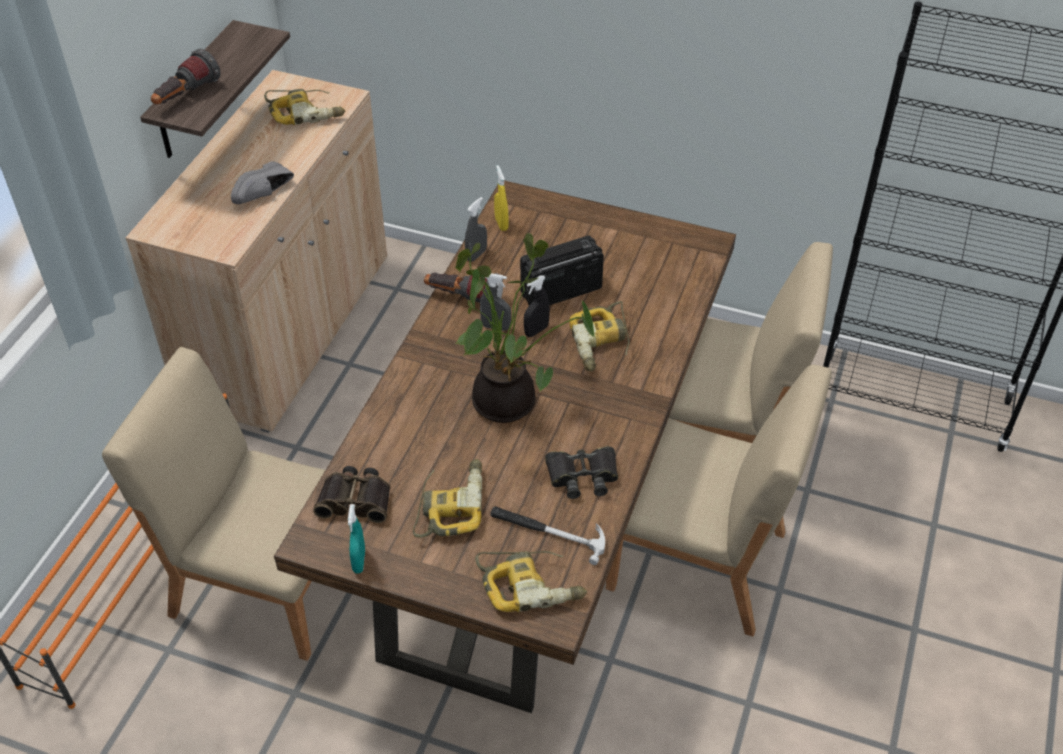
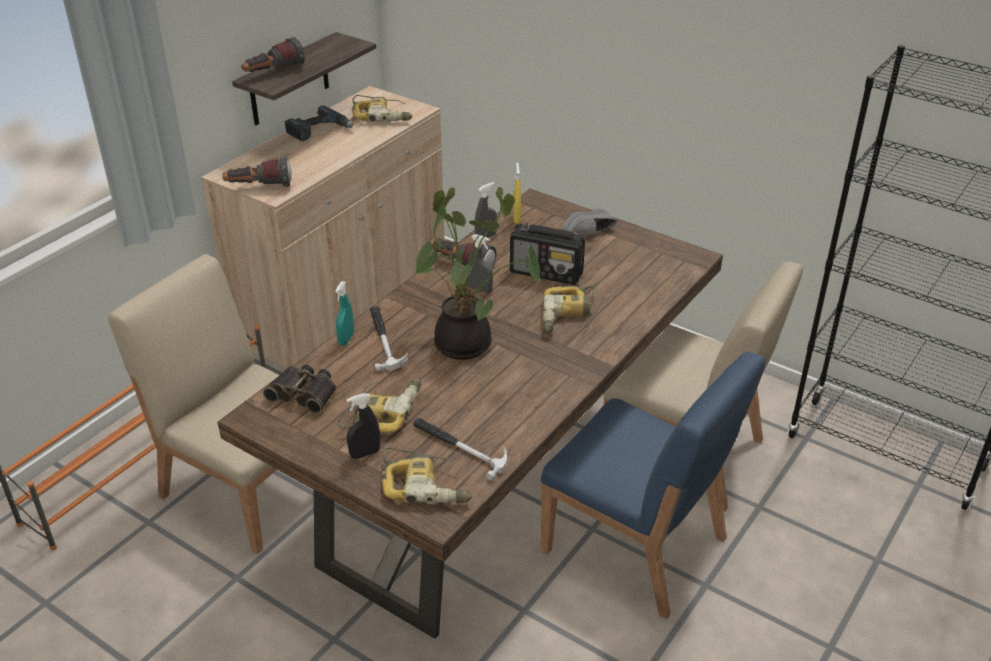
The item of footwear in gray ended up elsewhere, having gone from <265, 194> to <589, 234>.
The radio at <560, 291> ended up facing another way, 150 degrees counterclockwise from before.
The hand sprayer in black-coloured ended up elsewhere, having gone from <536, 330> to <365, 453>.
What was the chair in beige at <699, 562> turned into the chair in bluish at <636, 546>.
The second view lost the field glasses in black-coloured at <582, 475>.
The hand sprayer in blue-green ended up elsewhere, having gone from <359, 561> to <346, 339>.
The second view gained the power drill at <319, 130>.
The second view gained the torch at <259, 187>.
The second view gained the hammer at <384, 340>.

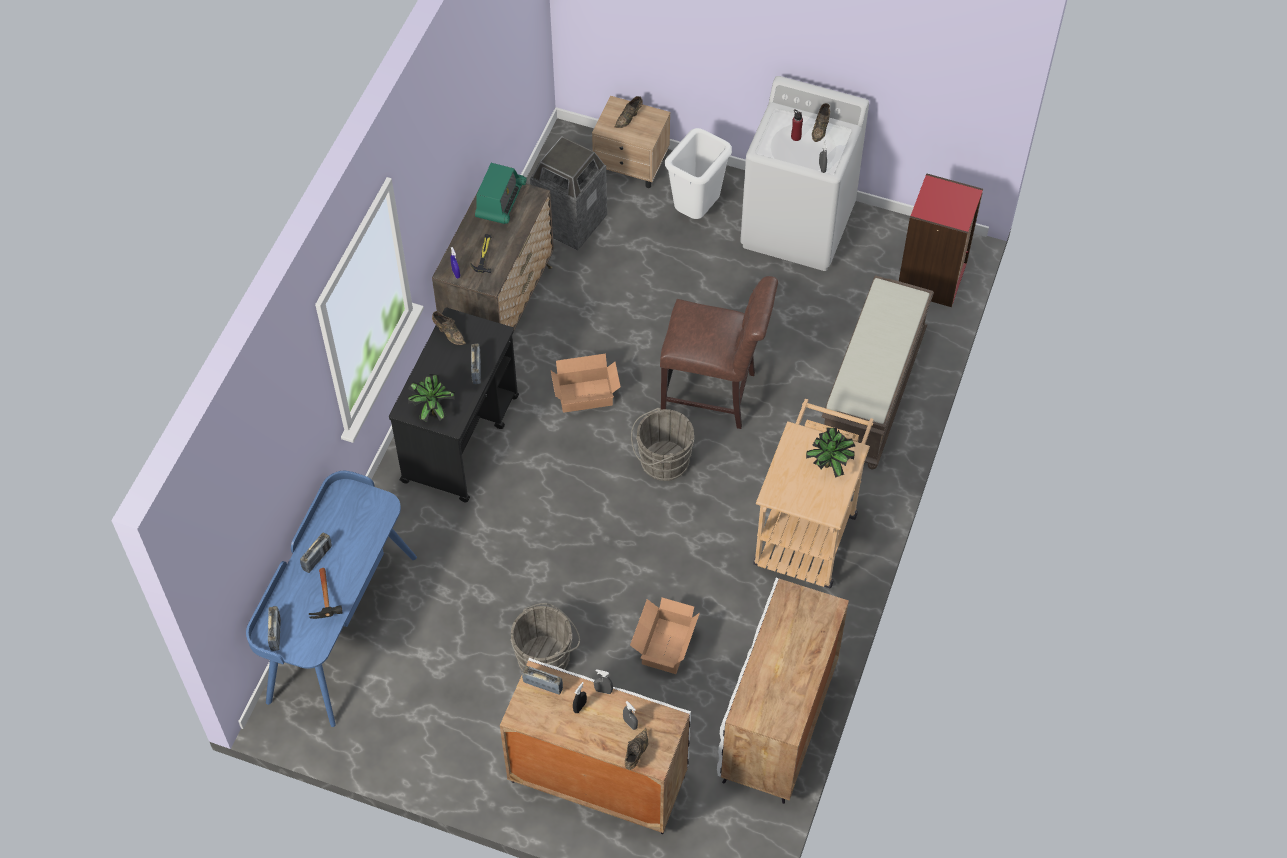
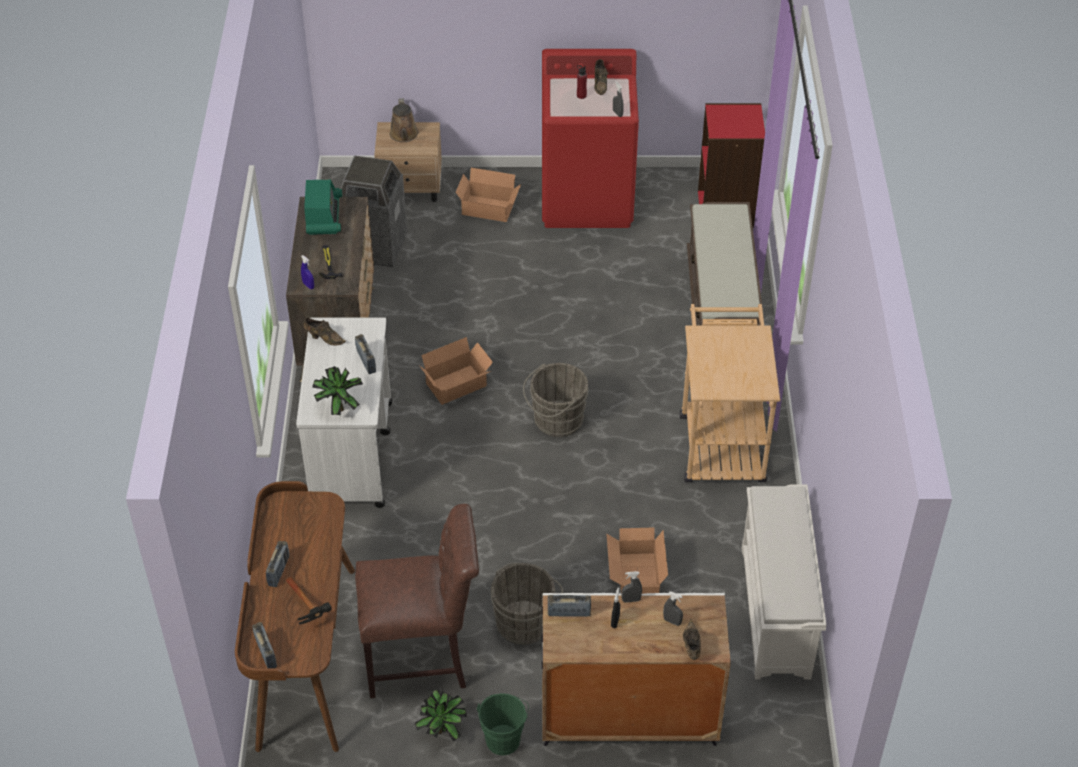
What was the washing machine in whitish at <798, 226> turned into the washing machine in red at <587, 199>.
Where the item of footwear in brown-coloured stood at <629, 118>, the watering can in brown-coloured came to stand at <404, 135>.
Where the rubbish bin in whitish stood at <696, 212>, the cardboard box came to stand at <488, 210>.
The chair in brown-coloured ended up elsewhere, having gone from <714, 395> to <422, 659>.
What was the cart in black-coloured at <461, 437> turned into the cart in whitish at <351, 453>.
The houseplant ended up elsewhere, having gone from <830, 466> to <443, 731>.
What was the desk unit in bluish at <341, 627> turned into the desk unit in brown-coloured at <304, 656>.
Where the storage cabinet in whitish stood at <778, 724>, the shoe shelf in whitish came to stand at <776, 613>.
The second view gained the water bucket in green-coloured at <504, 737>.

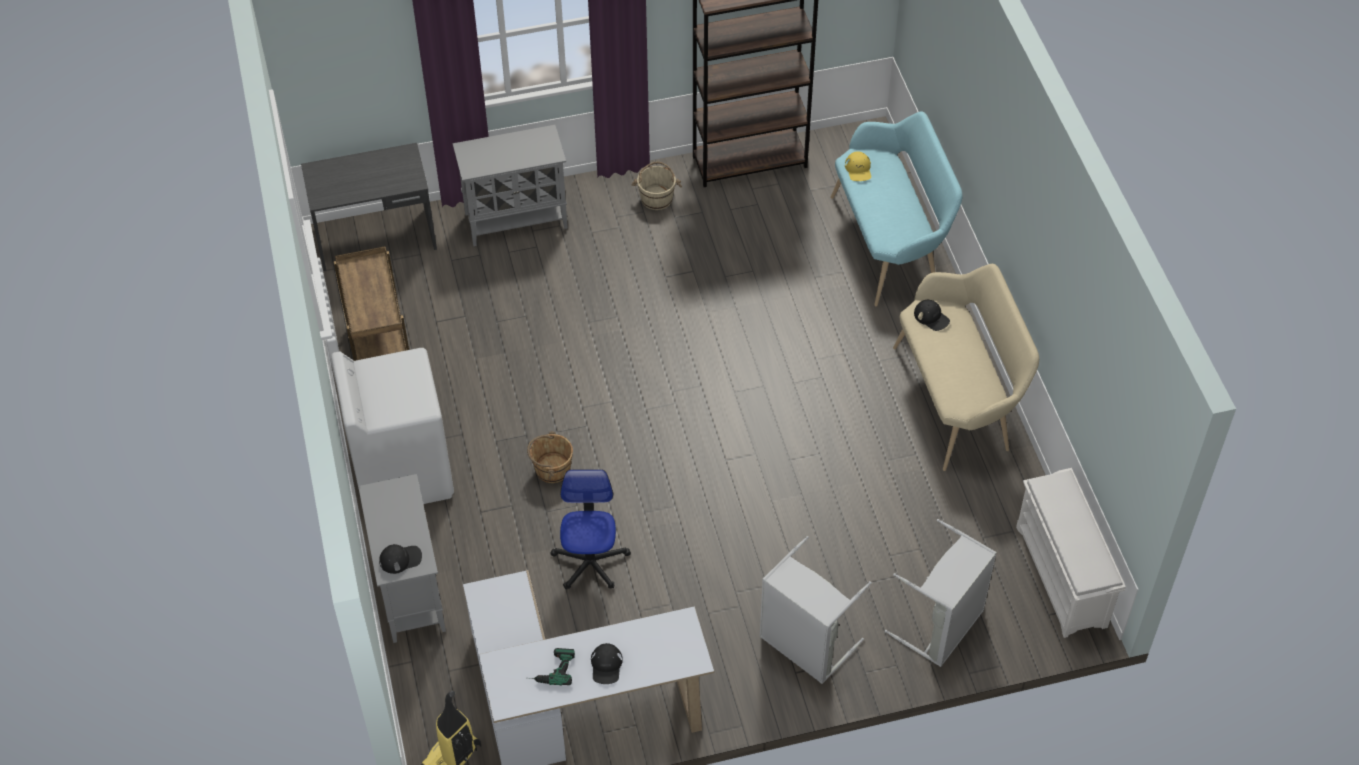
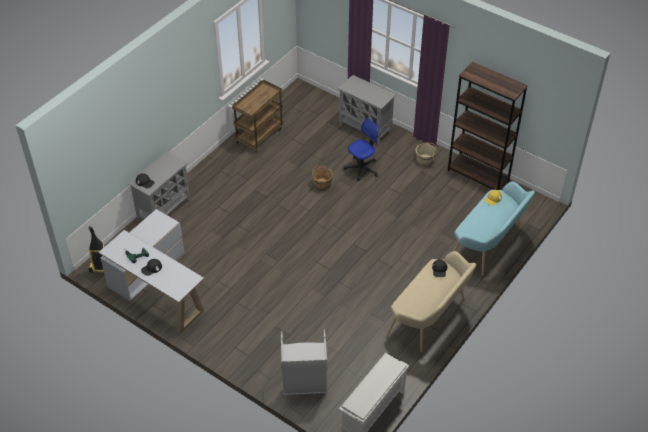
The second view lost the desk unit in gray at <376, 239>.
The second view lost the washing machine in whitish at <402, 472>.
The water bucket in brown-coloured ended up elsewhere, having gone from <552, 469> to <322, 184>.
The computer chair ended up elsewhere, having gone from <590, 562> to <362, 168>.
The second view lost the laundry basket in gray at <804, 645>.

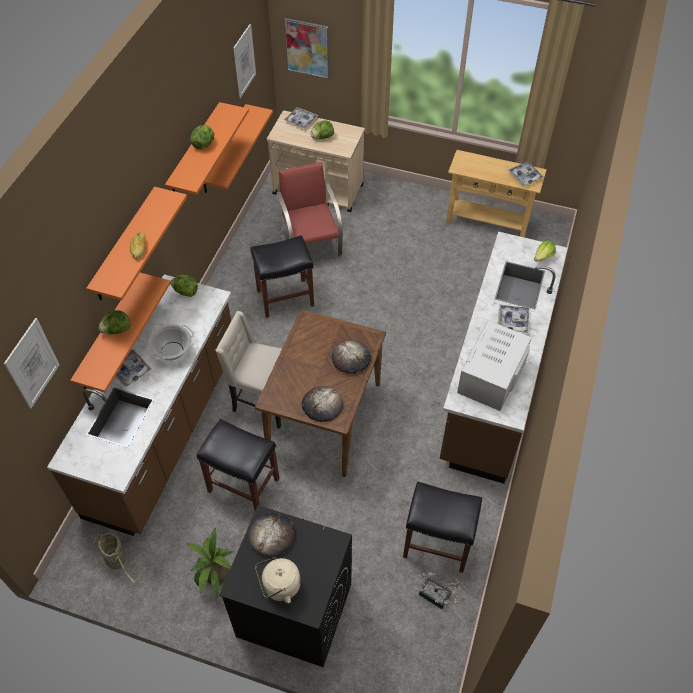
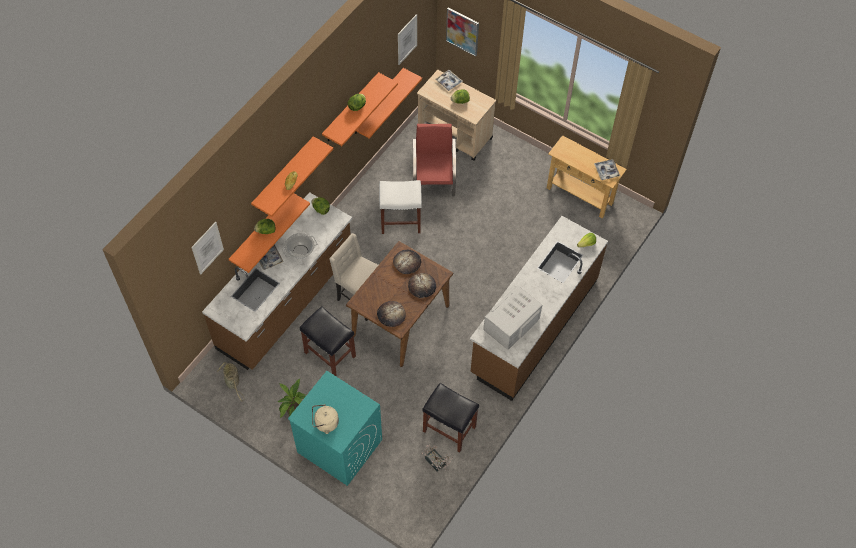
What was the stool seat in black-coloured at <286, 297> turned into the stool seat in whitish at <401, 221>.
The second view lost the carrying tray at <512, 321>.
What was the washing machine in black-coloured at <293, 610> turned into the washing machine in blue-green at <339, 445>.
The bakery bread ended up elsewhere, having gone from <272, 535> to <407, 262>.

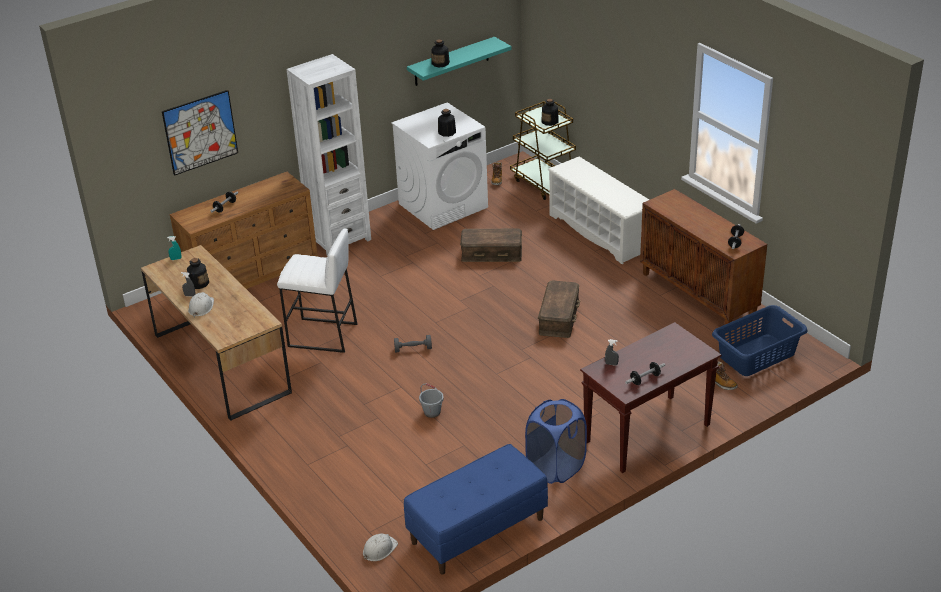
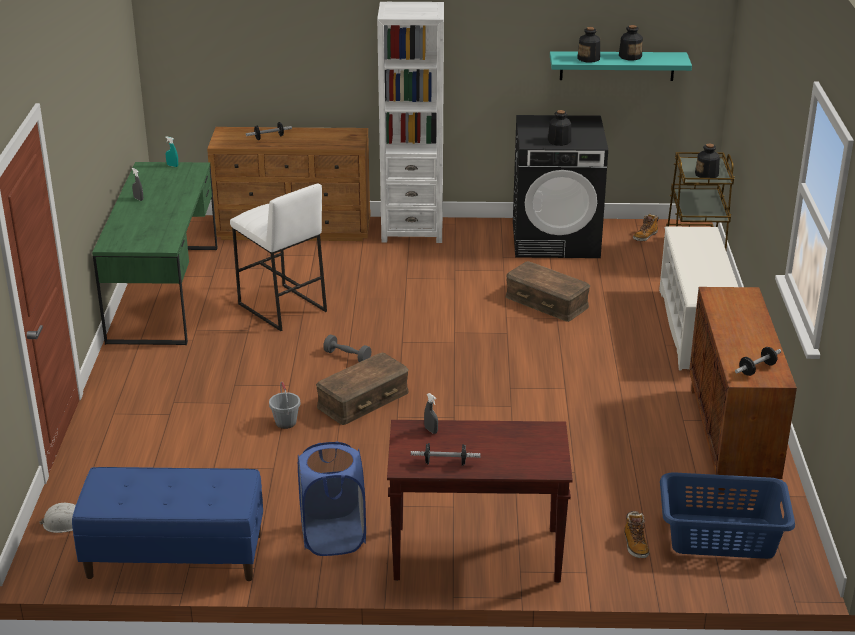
The second view lost the wall art at <200, 132>.
What was the washing machine in whitish at <443, 205> turned into the washing machine in black-coloured at <556, 239>.
What was the desk unit in brown-coloured at <221, 363> turned into the desk unit in green-coloured at <164, 293>.
The beverage bottle ended up elsewhere, having gone from <199, 283> to <630, 56>.
The storage bin in brown-coloured ended up elsewhere, having gone from <559, 317> to <363, 400>.
The second view lost the work helmet in whitish at <201, 307>.

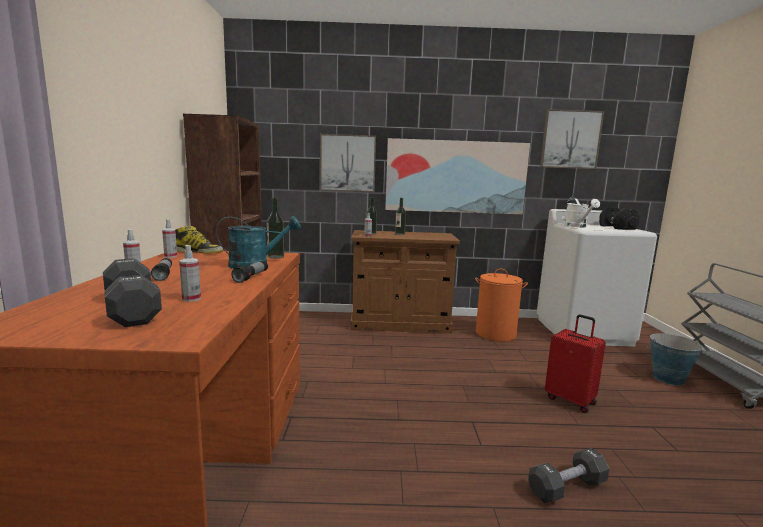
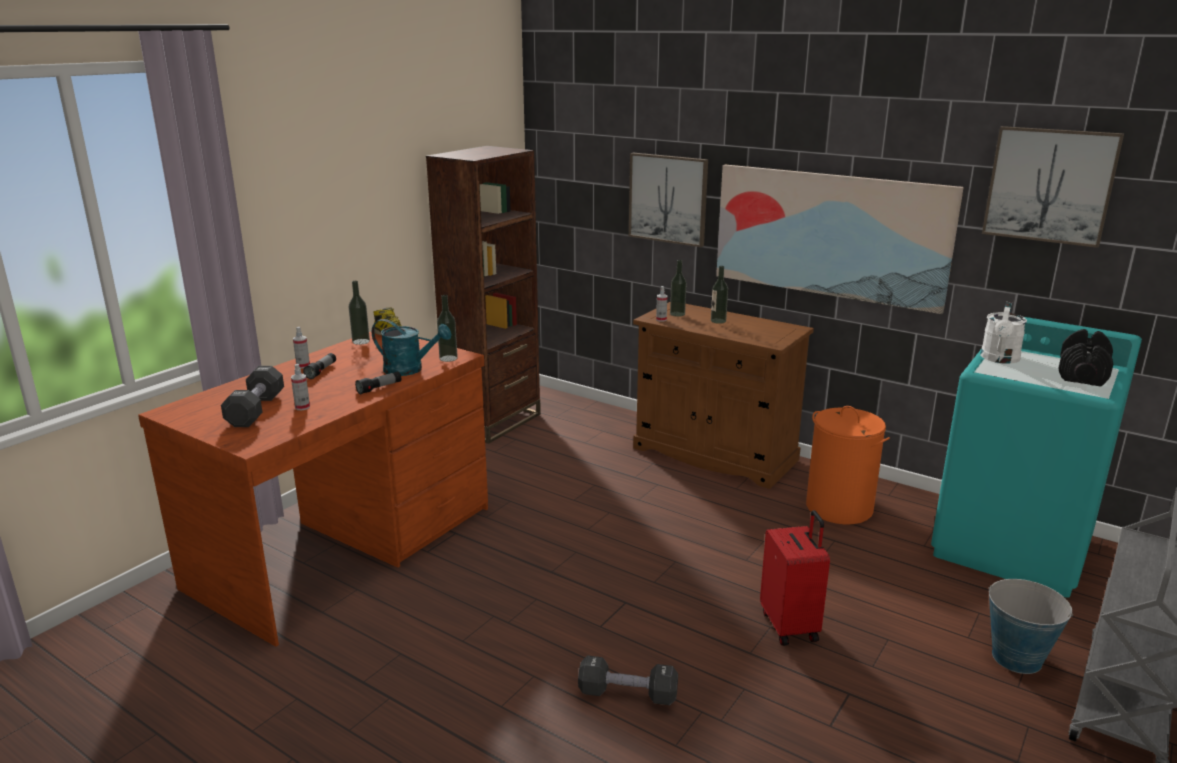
What was the washing machine in whitish at <583, 331> turned into the washing machine in blue-green at <1012, 547>.
Where the hand sprayer stood at <170, 256>, the beverage bottle came to stand at <361, 341>.

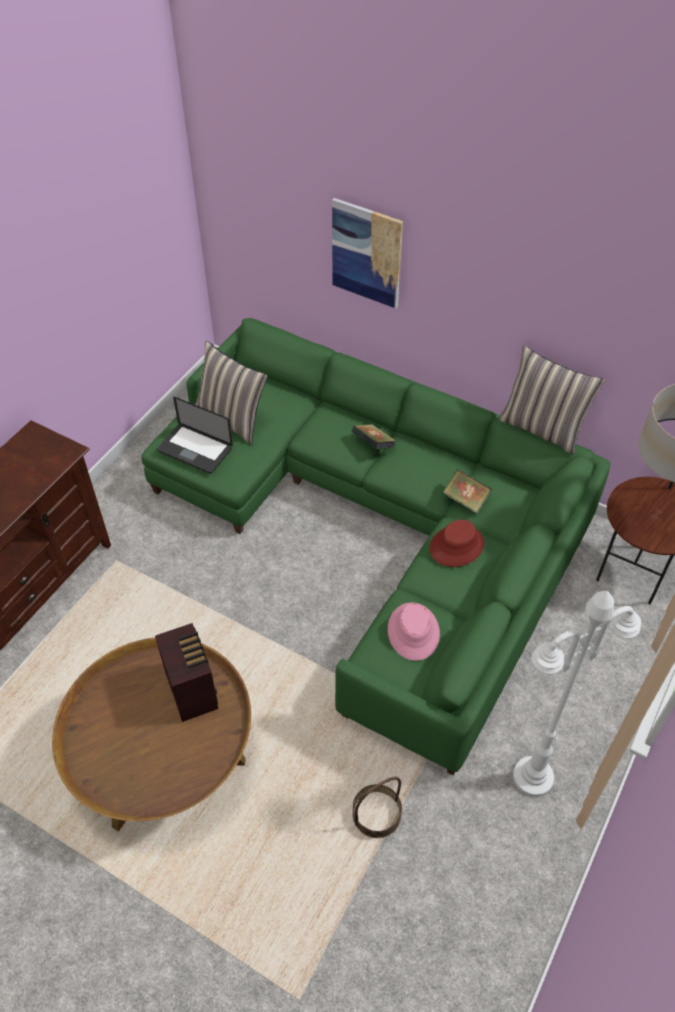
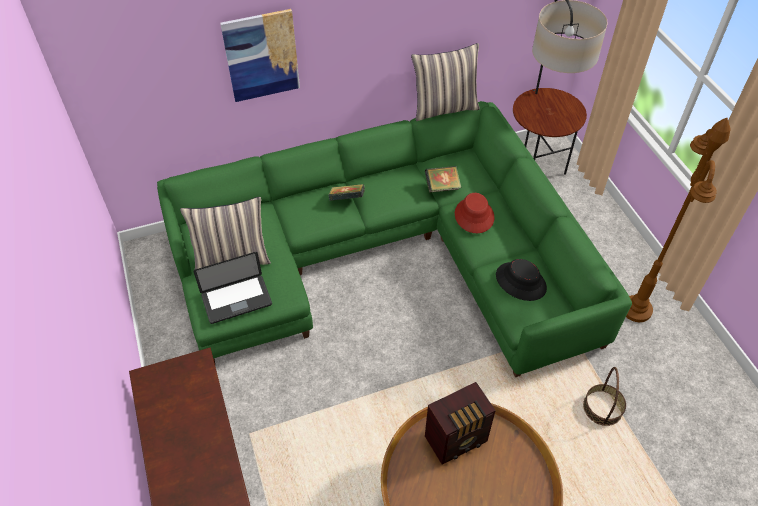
What was the standard lamp in whitish at <532, 777> turned into the standard lamp in brown-coloured at <636, 310>.
What was the hat in pinkish at <413, 632> turned into the hat in black-coloured at <521, 281>.
The radio at <192, 689> ended up facing another way, 135 degrees clockwise from before.

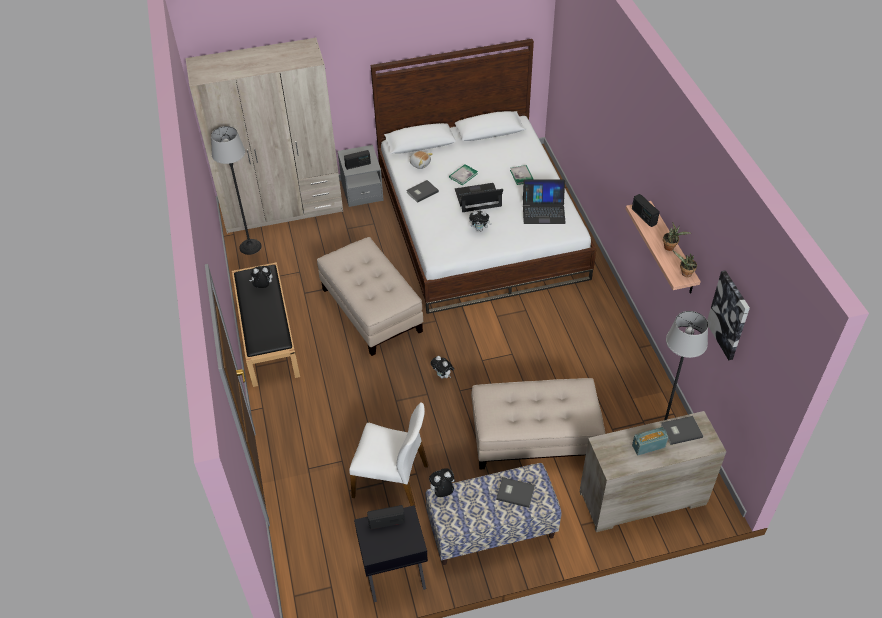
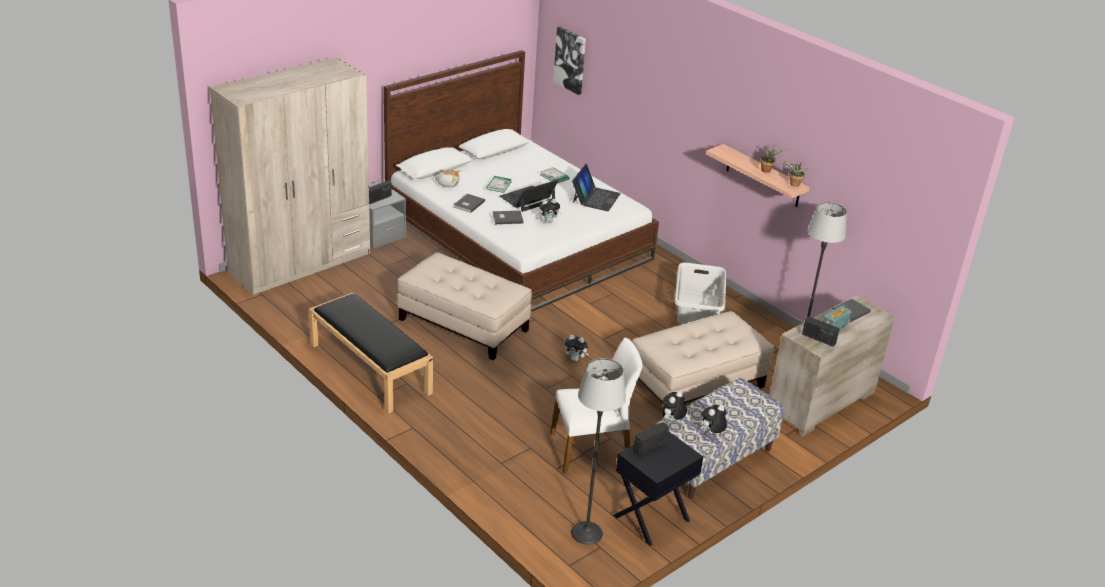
The standard lamp ended up elsewhere, having gone from <250, 246> to <586, 533>.
The notebook computer at <543, 210> ended up facing another way, 45 degrees counterclockwise from before.
The radio ended up elsewhere, having gone from <643, 216> to <818, 339>.
The plush toy ended up elsewhere, having gone from <263, 286> to <712, 433>.
The wall art ended up elsewhere, having gone from <729, 315> to <570, 60>.
The bound book in gray ended up elsewhere, having gone from <515, 492> to <507, 218>.
The second view gained the laundry basket in gray at <696, 309>.

